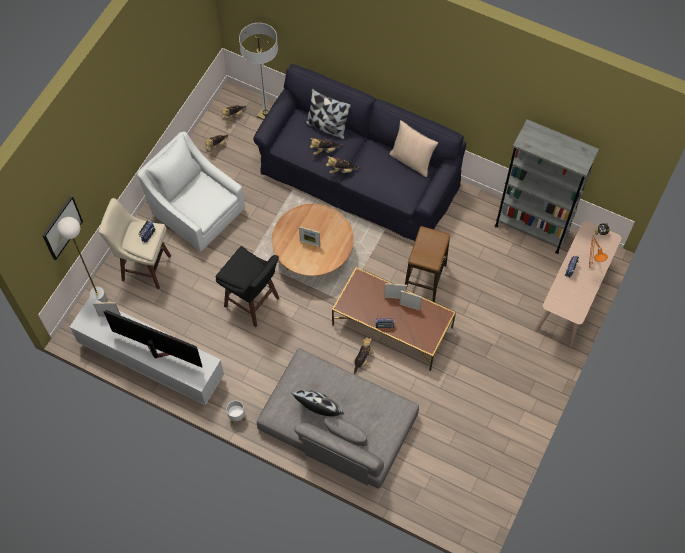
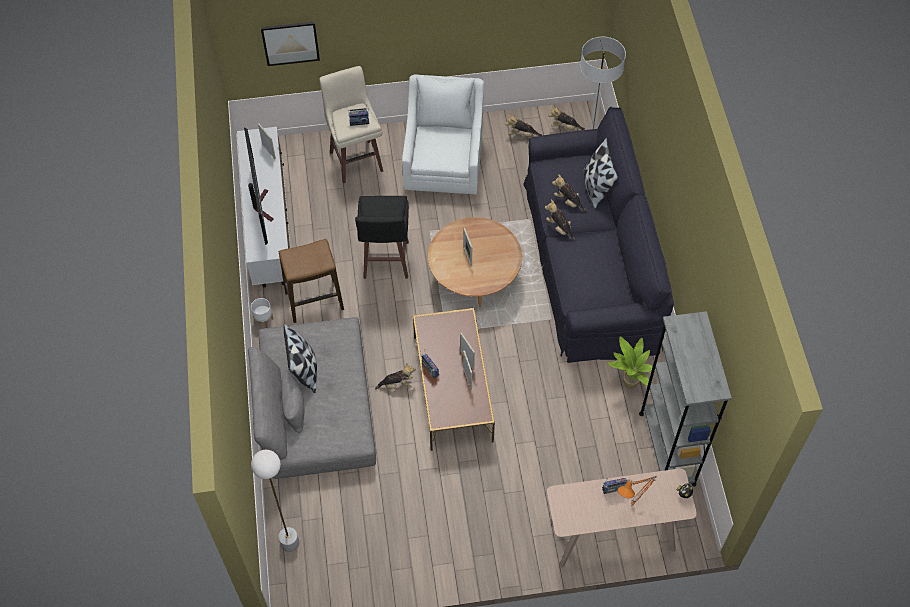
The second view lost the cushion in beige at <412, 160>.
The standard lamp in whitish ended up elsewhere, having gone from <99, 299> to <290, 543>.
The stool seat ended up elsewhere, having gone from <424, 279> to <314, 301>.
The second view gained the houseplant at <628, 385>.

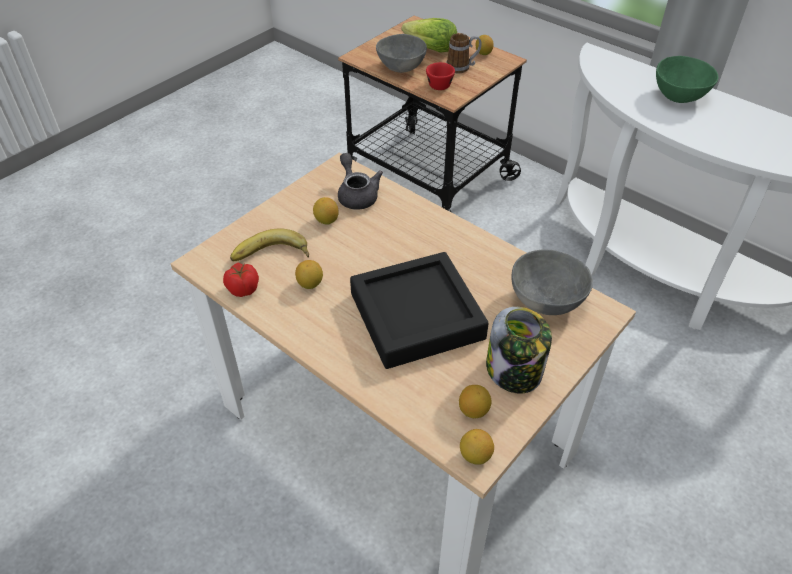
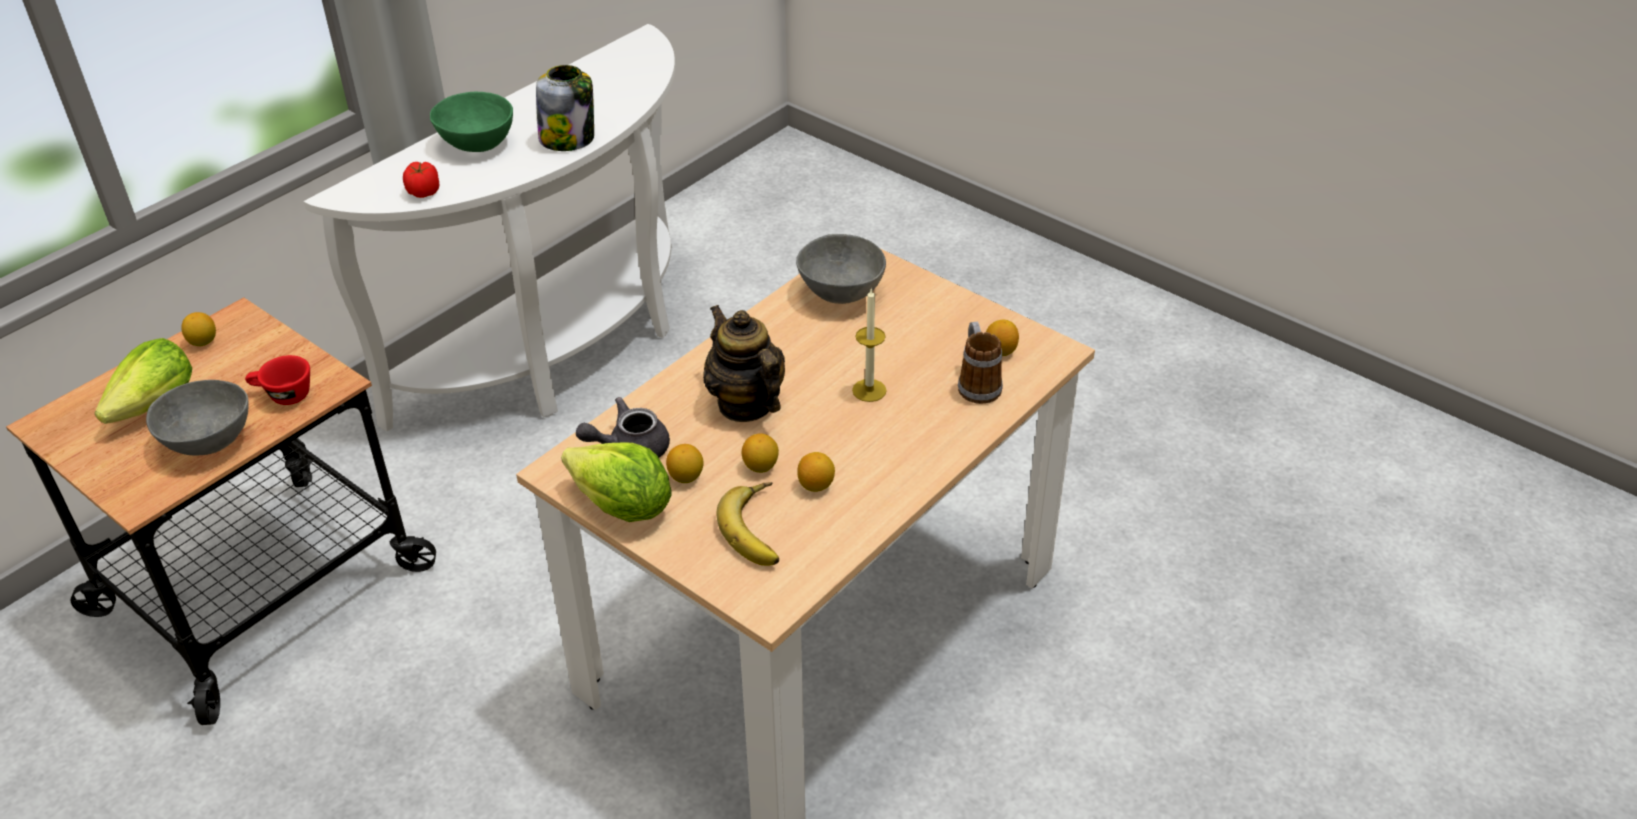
The tea mug ended up elsewhere, having gone from <462, 67> to <977, 384>.
Where the carrying tray in black-coloured stood at <416, 316>, the wax light came to stand at <869, 390>.
The fresh tomato ended up elsewhere, having gone from <242, 289> to <423, 193>.
The jar ended up elsewhere, having gone from <514, 371> to <568, 139>.
The citrus fruit ended up elsewhere, having gone from <475, 456> to <761, 466>.
The second view gained the tea pot at <746, 404>.
The second view gained the lettuce head at <622, 507>.

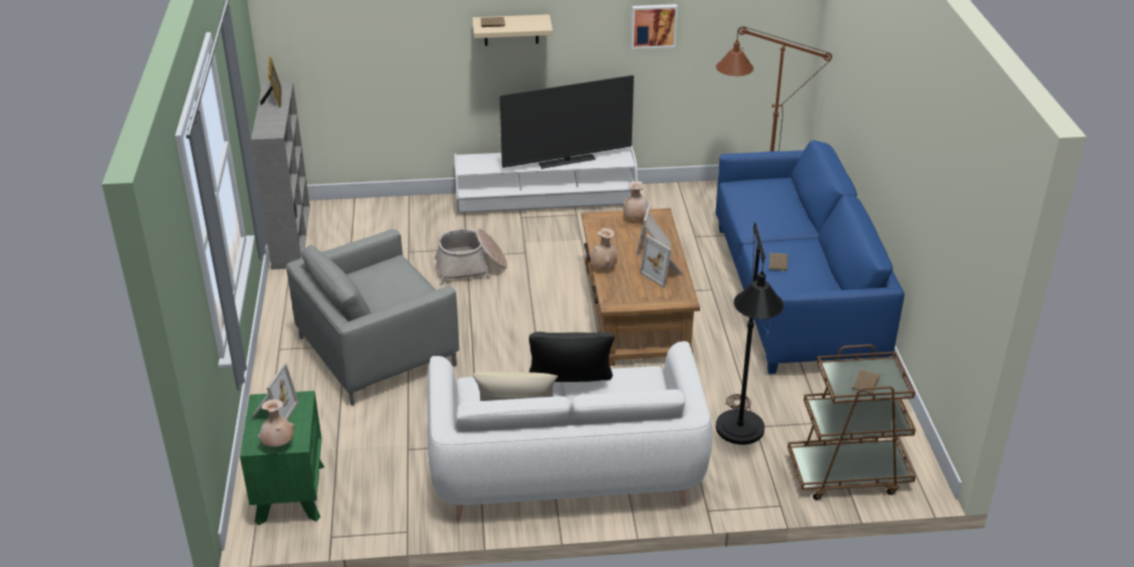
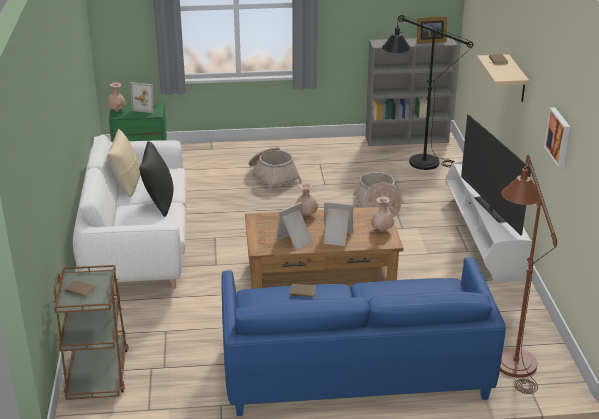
The standard lamp in black-coloured ended up elsewhere, having gone from <740, 438> to <415, 162>.
Where the lounge chair in gray stood at <376, 351>, the basket came to stand at <273, 176>.

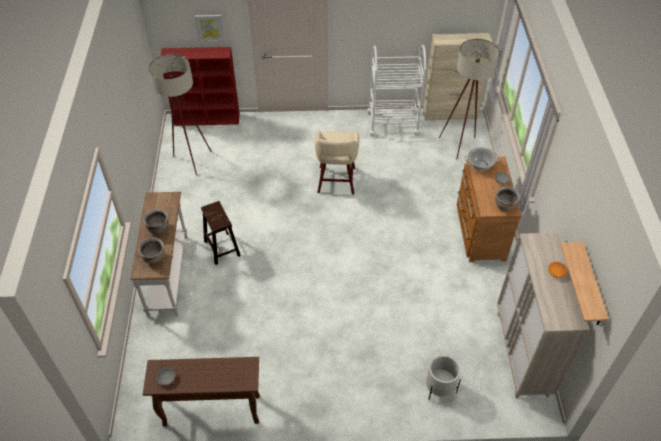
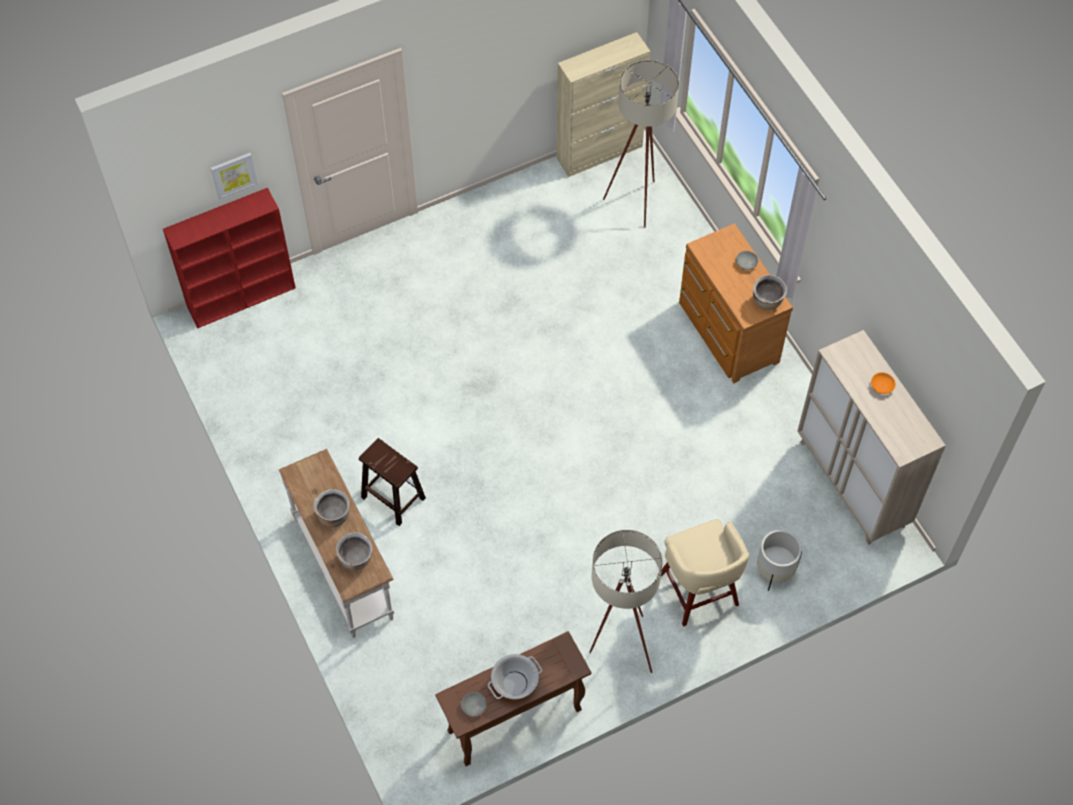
The second view lost the cart in whitish at <393, 123>.
The standard lamp in beige ended up elsewhere, having gone from <189, 159> to <619, 647>.
The stool seat in beige ended up elsewhere, having gone from <336, 181> to <699, 592>.
The stockpot ended up elsewhere, having gone from <480, 165> to <515, 683>.
The second view lost the bracket shelf at <591, 286>.

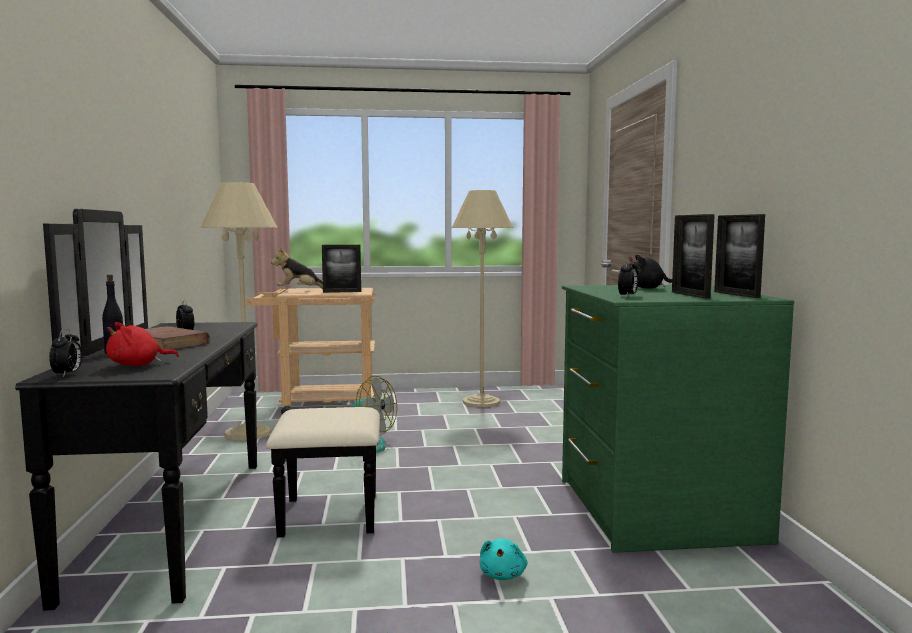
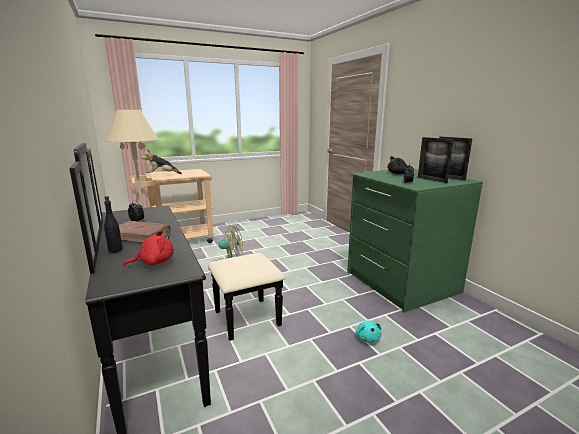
The second view lost the standard lamp in beige at <481, 402>.
The second view lost the picture frame at <342, 292>.
The plush toy in red at <138, 365> ended up facing another way, 150 degrees counterclockwise from before.
The second view lost the table clock at <67, 374>.

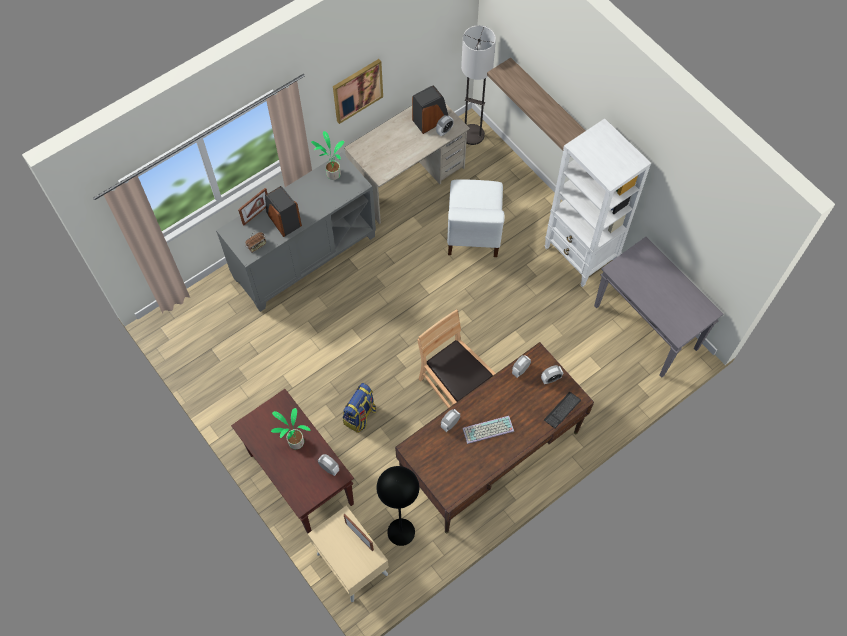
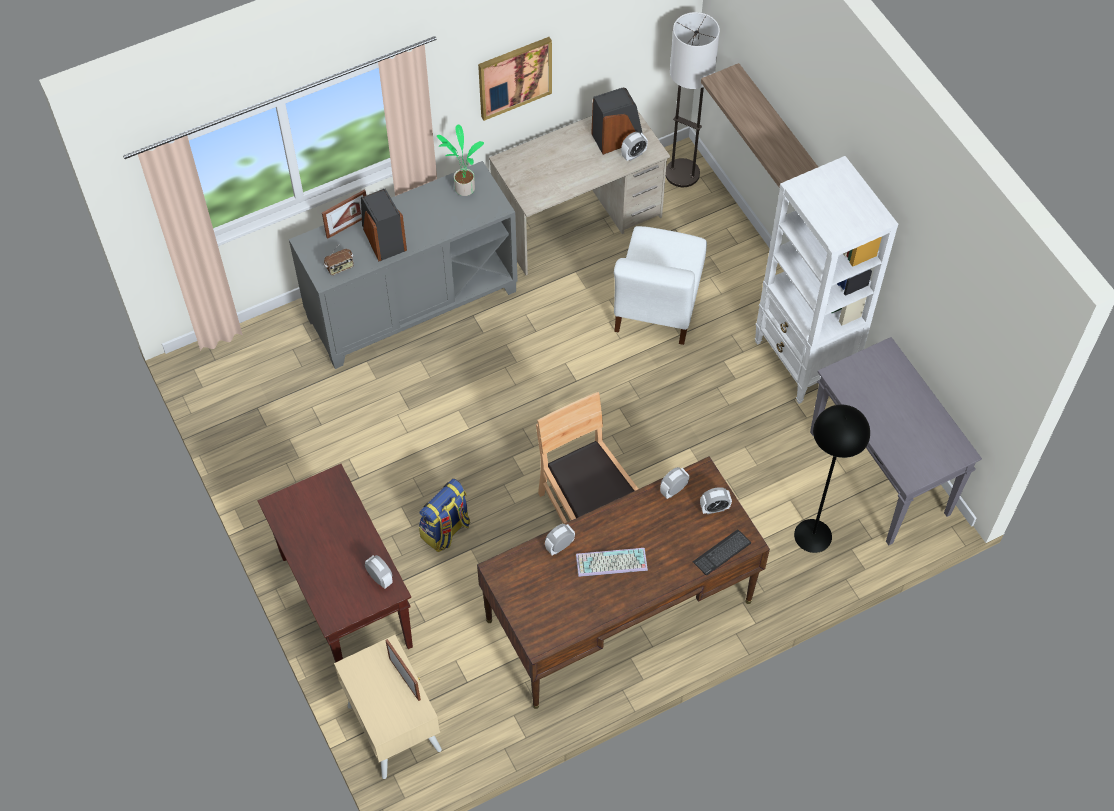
The second view lost the houseplant at <295, 442>.
The standard lamp in black-coloured ended up elsewhere, having gone from <401, 532> to <813, 536>.

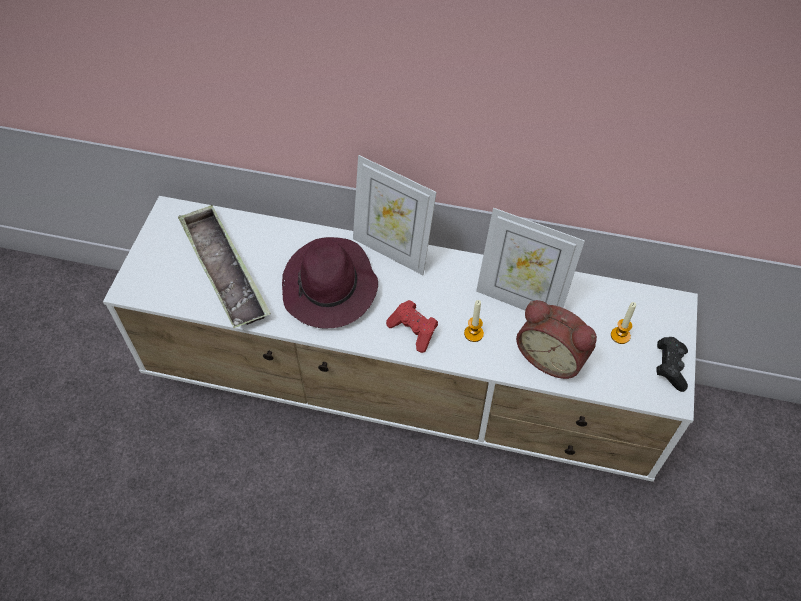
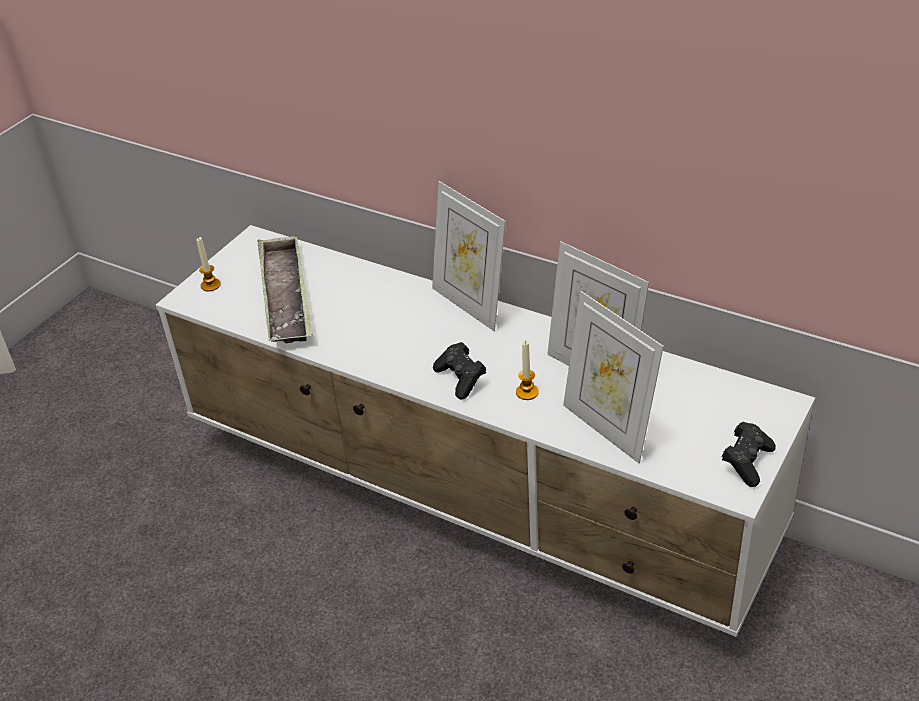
The second view lost the hat in purplish at <330, 288>.
What was the joypad in red at <413, 331> turned into the joypad in black-coloured at <461, 379>.
Where the table clock stood at <552, 356>, the picture frame came to stand at <608, 428>.
The wax light ended up elsewhere, having gone from <620, 335> to <210, 285>.

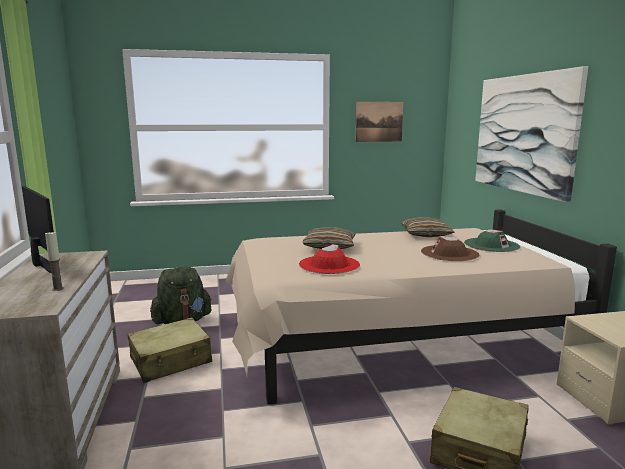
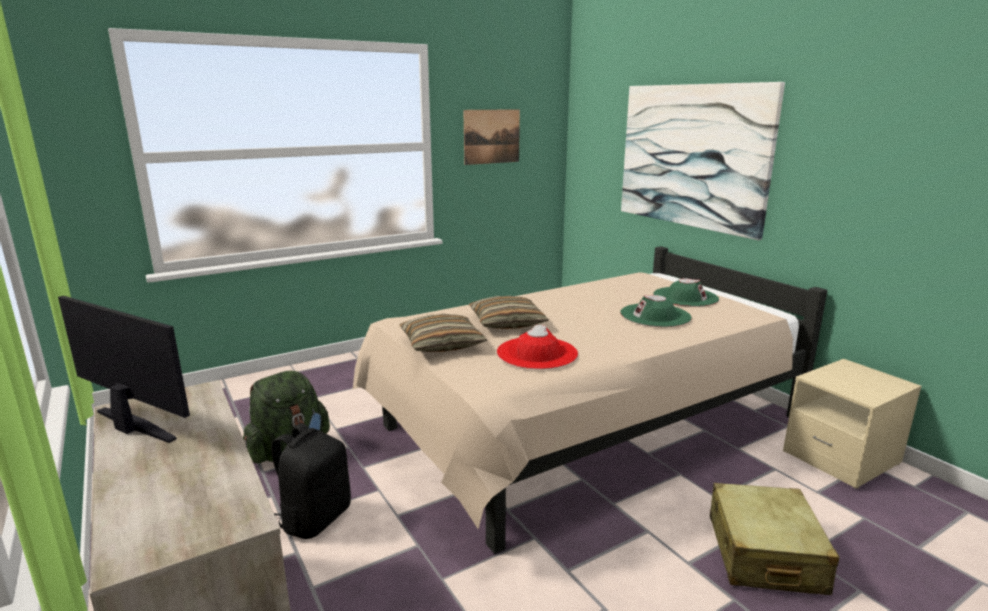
The cushion ended up elsewhere, having gone from <425, 235> to <442, 344>.
The second view lost the wax light at <58, 289>.
What was the hat in brown-coloured at <449, 253> turned into the hat in green-coloured at <655, 315>.
Where the piece of luggage in beige stood at <171, 361>, the rucksack in black-coloured came to stand at <315, 518>.

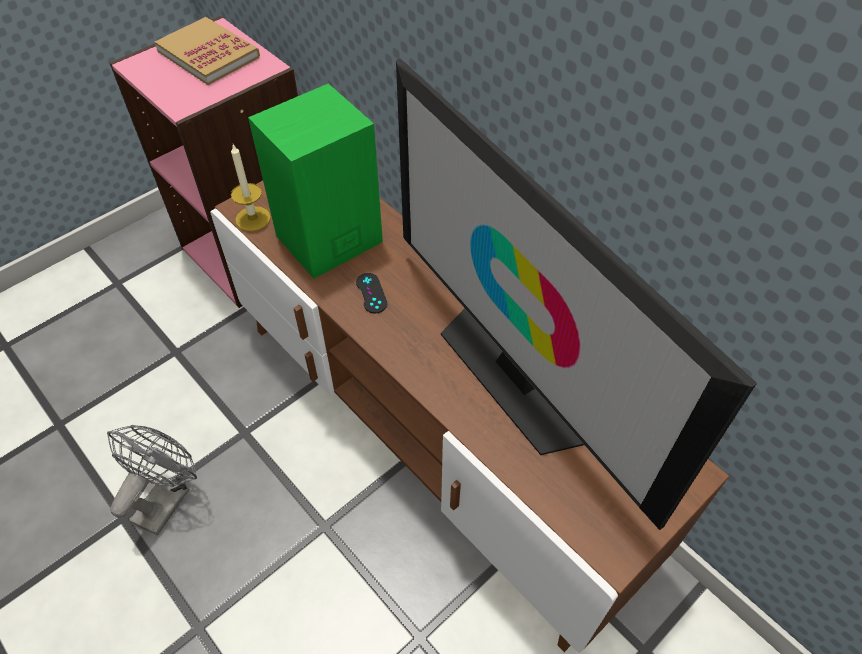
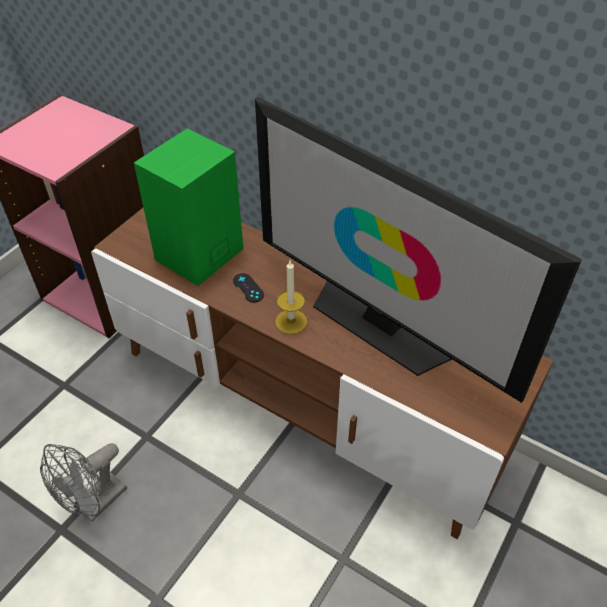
The second view lost the bound book at <208, 54>.
The wax light ended up elsewhere, having gone from <253, 218> to <291, 321>.
The fan in gray at <166, 498> ended up facing another way, 150 degrees counterclockwise from before.

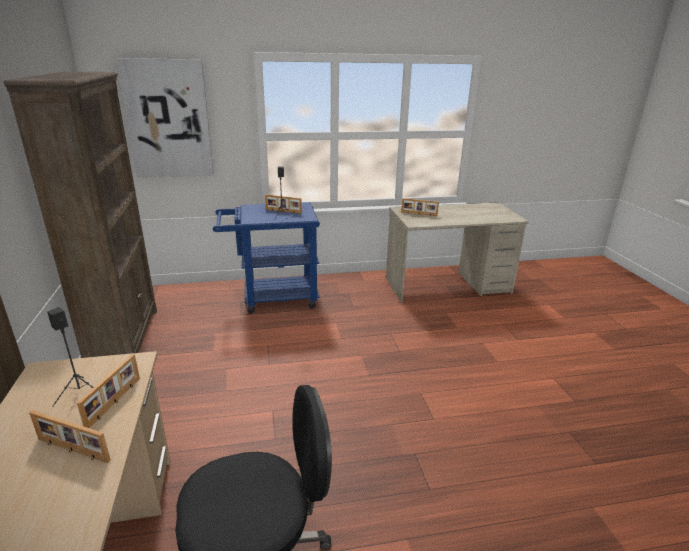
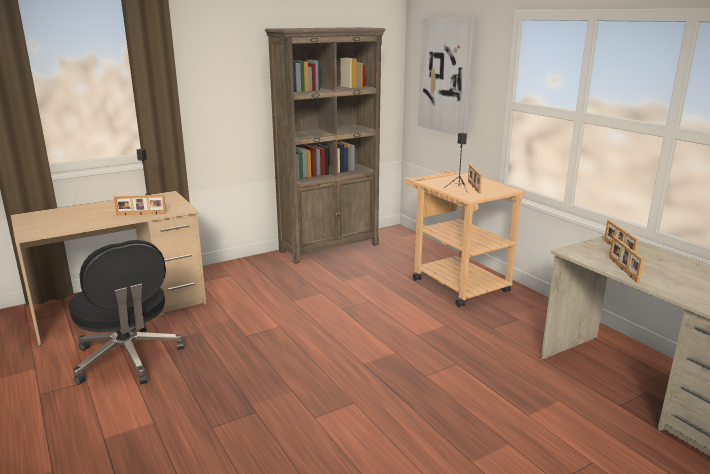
What was the cart in bluish at <272, 298> turned into the cart in beige at <454, 282>.
The picture frame ended up elsewhere, having gone from <72, 450> to <622, 269>.

